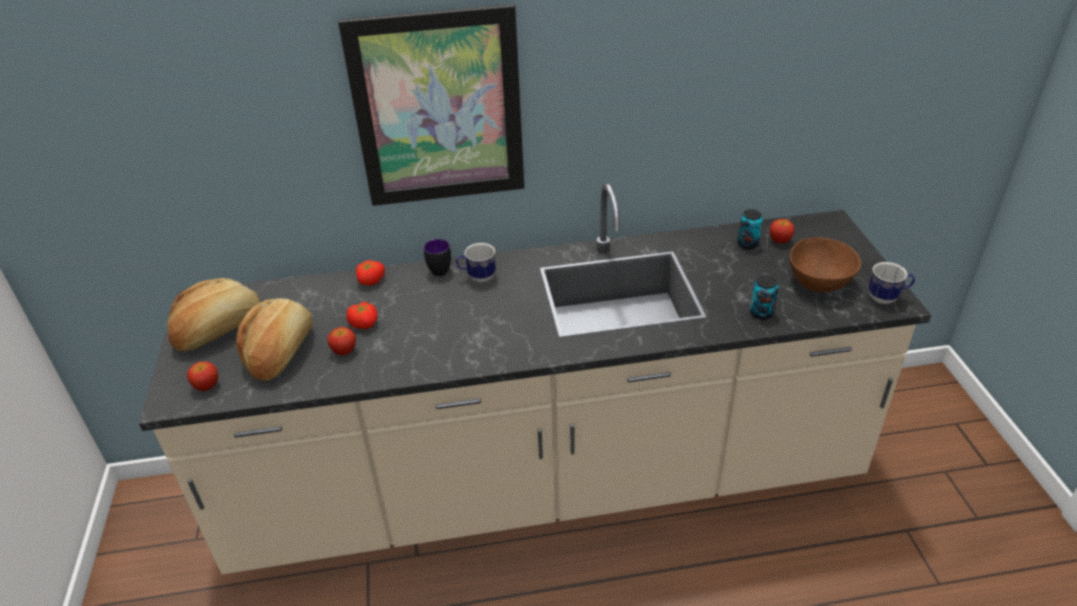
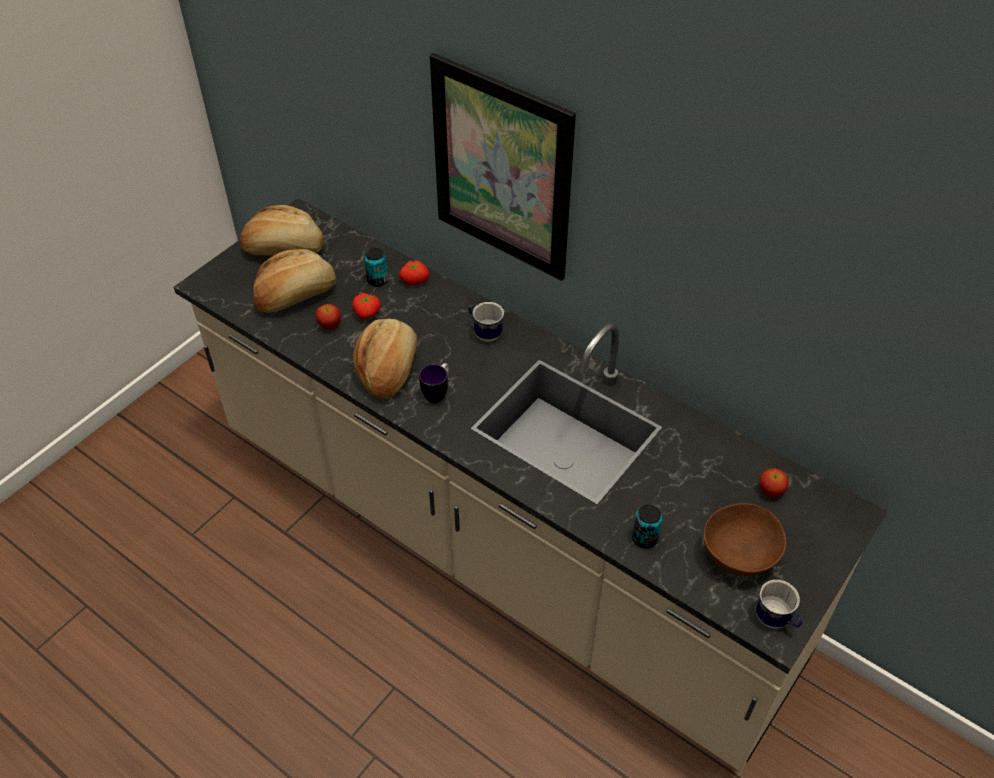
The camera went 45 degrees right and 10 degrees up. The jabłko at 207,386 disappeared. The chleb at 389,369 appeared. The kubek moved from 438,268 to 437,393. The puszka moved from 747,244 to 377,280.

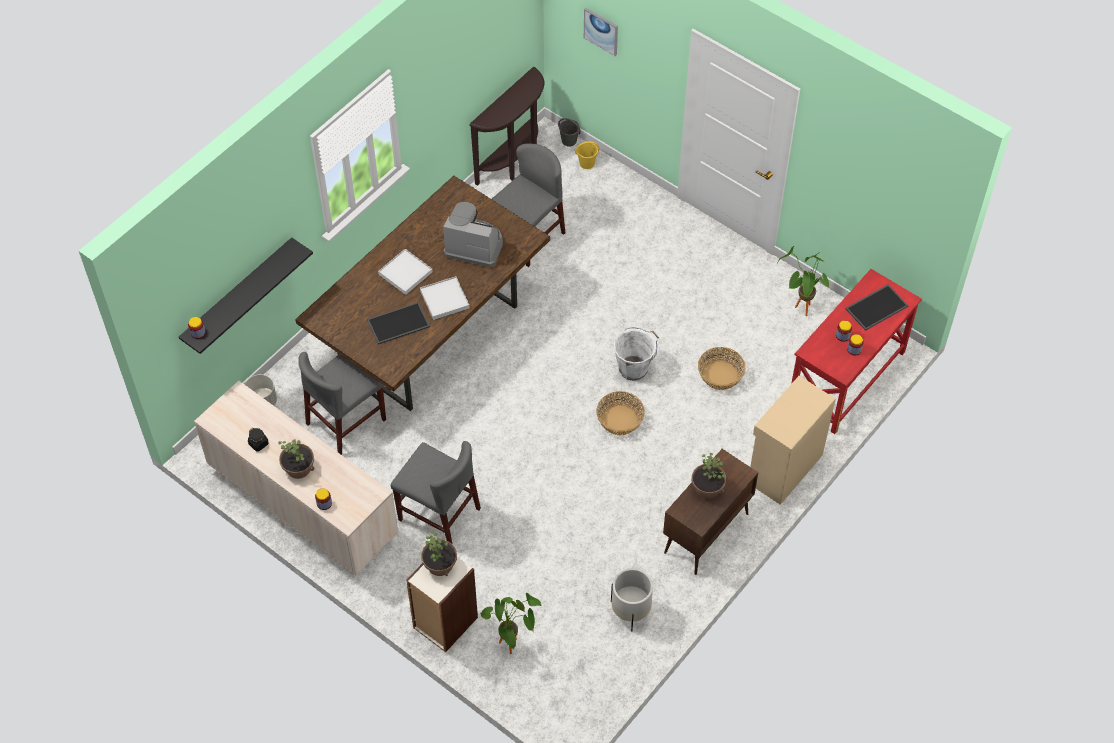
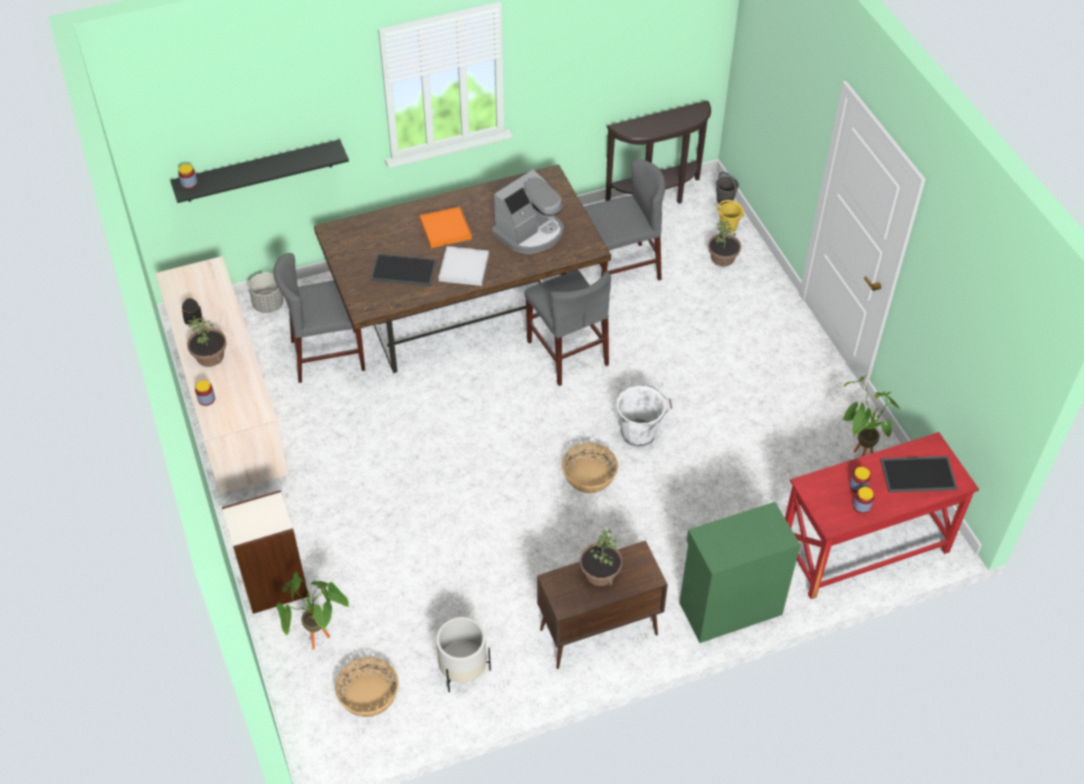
The camera went 30 degrees right and 5 degrees down. The obraz at 601,31 disappeared. The krzesło/szary moved from 439,514 to 567,353. The roślina doniczkowa moved from 440,564 to 723,258. The koszyk moved from 720,376 to 368,696. The taca/biały at 405,273 became the taca/pomarańczowy at 445,229. The szafka/beżowy at 783,468 became the szafka/zielony at 729,607. The ekspres do kawy at 474,245 turned 90 degrees clockwise.

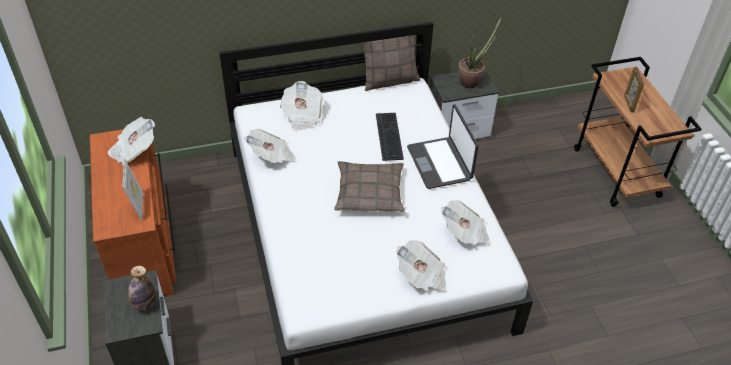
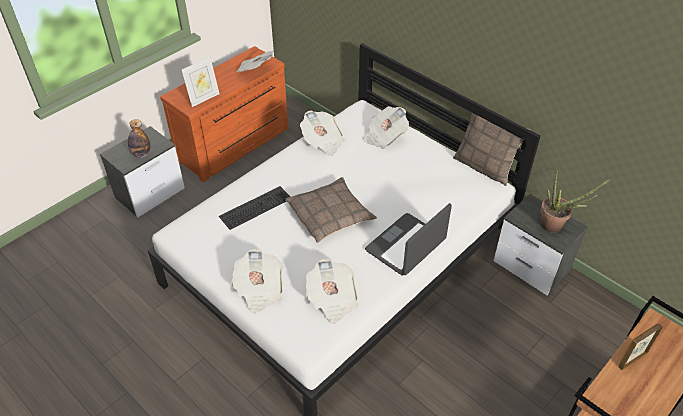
The camera went 60 degrees right and 0 degrees up. The klawiatura moved from 387,135 to 255,206.

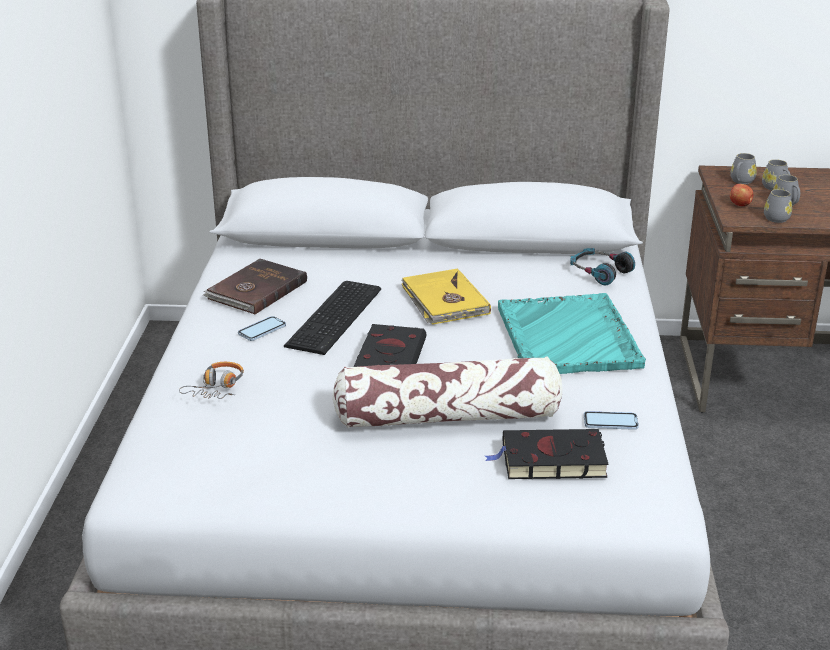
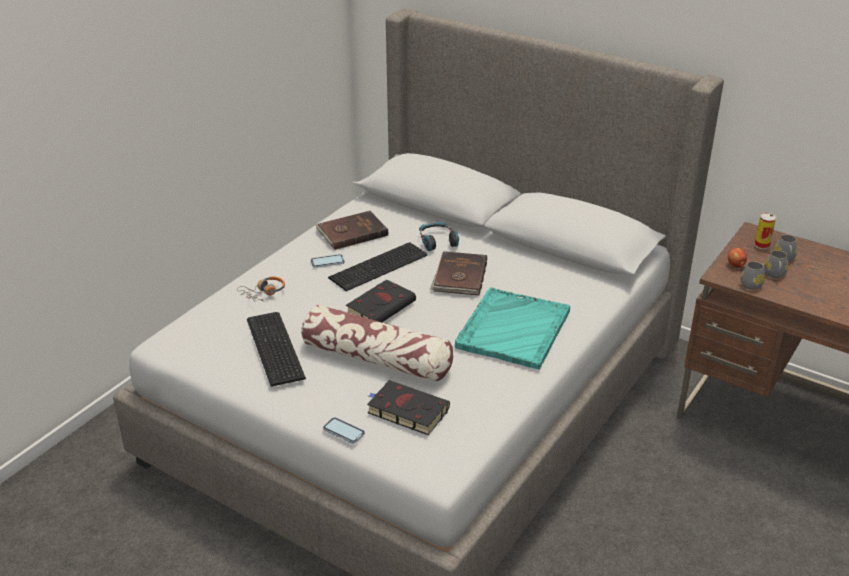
The camera went 30 degrees right and 5 degrees up. The klawiatura at 273,349 appeared. The słuchawki moved from 599,272 to 437,241. The telefon moved from 610,422 to 343,431. The kubek/szary at 740,181 was replaced by the puszka at 761,245. The książka/żółty at 444,301 became the książka/brązowy at 459,276.

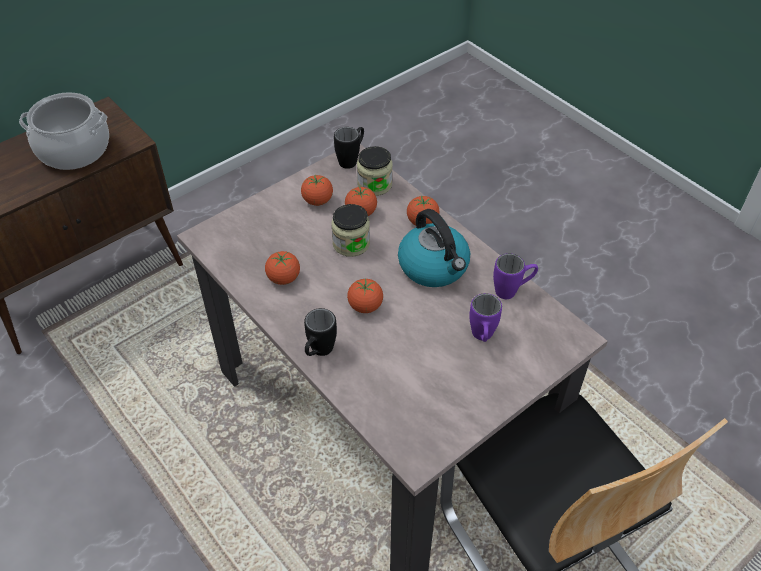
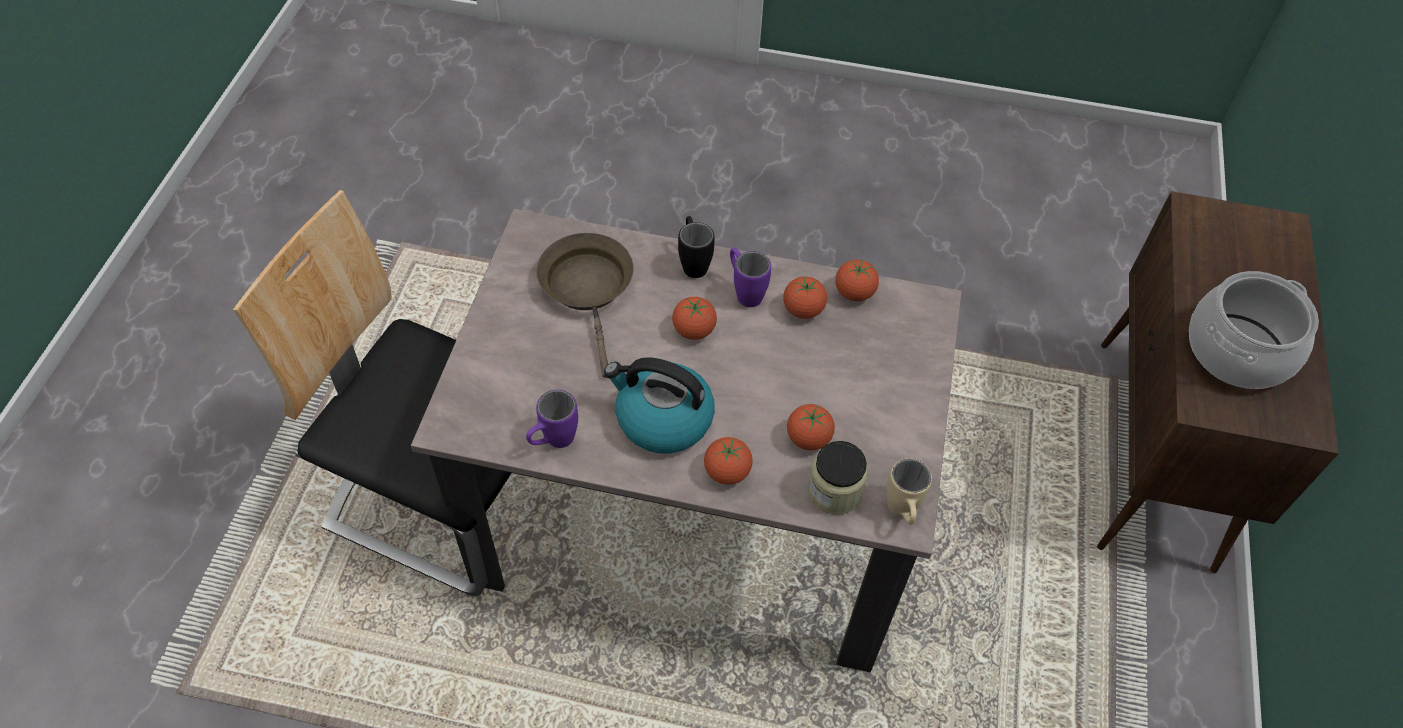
The camera went 140 degrees right and 5 degrees up. The słoik at 351,243 disappeared. The patelnia/brązowy at 588,290 appeared. The pomidor moved from 317,201 to 854,293. The kubek/fioletowy moved from 482,338 to 744,292. The kubek/czarny at 351,159 became the kubek/beżowy at 902,513.

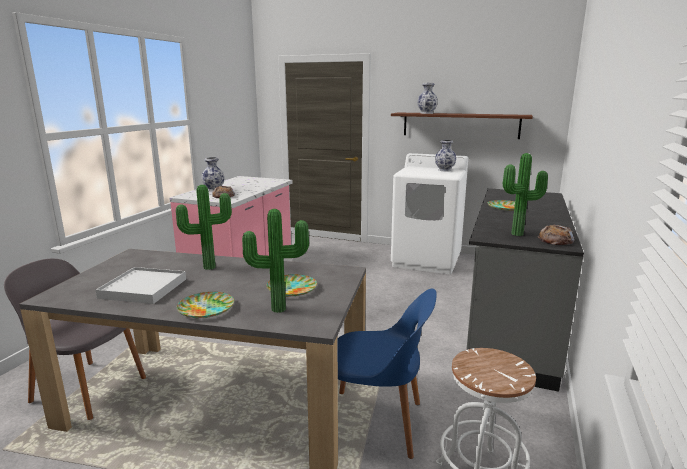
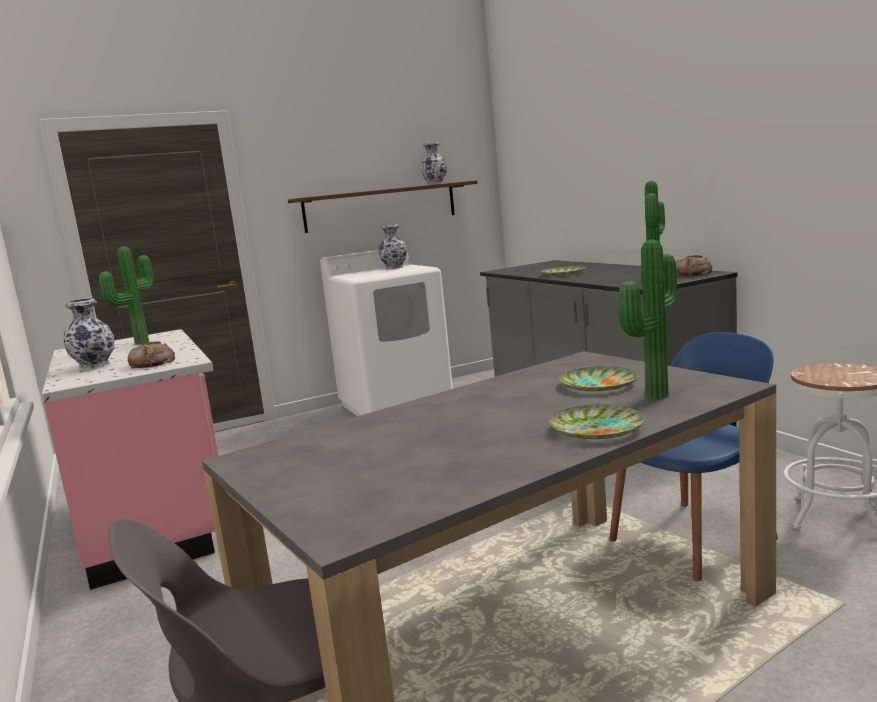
The camera went 45 degrees left and 5 degrees down. The taca/biały at 143,288 disappeared. The roślina doniczkowa moved from 209,266 to 140,343. The wazon moved from 426,113 to 434,184.

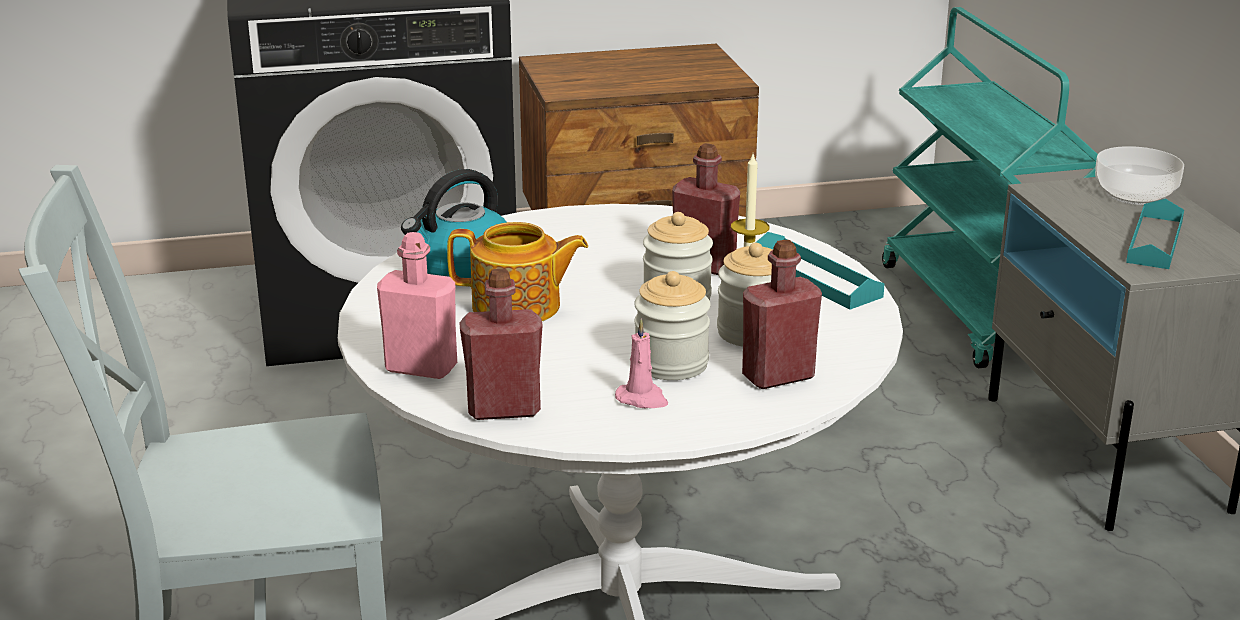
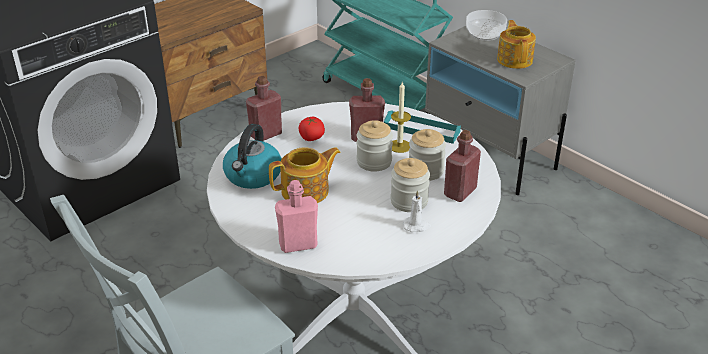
The camera went 30 degrees left and 10 degrees up. The pomidor at 311,138 appeared. The butelka/czerwony moved from 504,409 to 266,134. The taca/turkusowy at 1155,241 was replaced by the imbryk at 515,59. The świeca/różowy at 642,399 became the świeca/biały at 416,226.

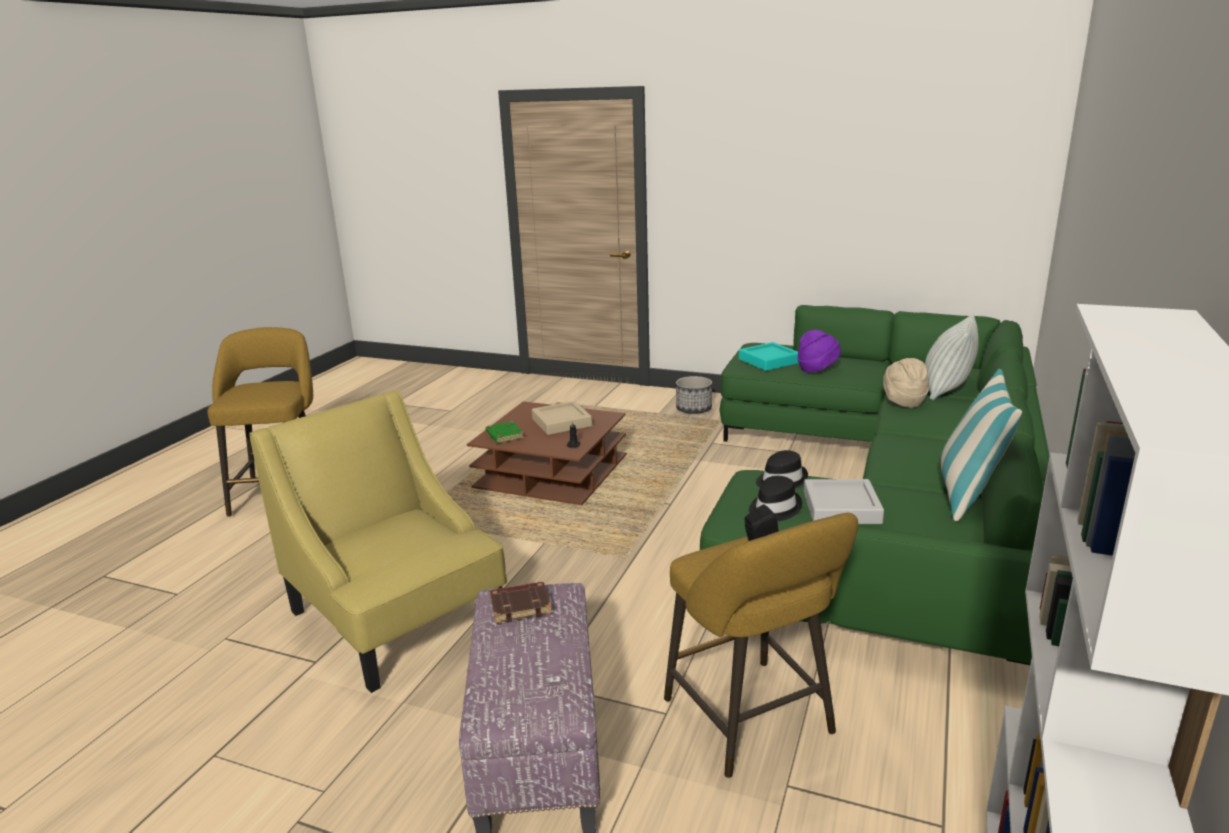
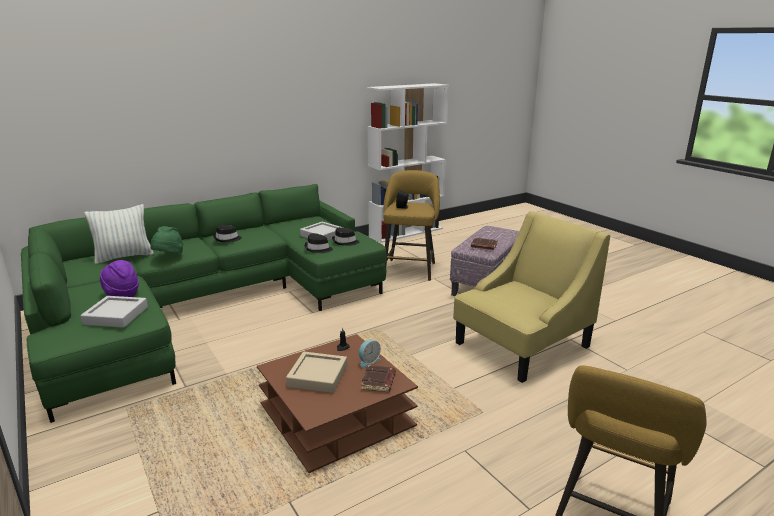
The camera went 145 degrees left and 0 degrees up. The donica at 693,409 disappeared. The poduszka at 968,494 disappeared. The kapelusz/czarny at 227,239 appeared. The budzik at 368,361 appeared. The książka/zielony at 504,435 became the książka/brązowy at 379,382. The taca/turkusowy at 769,361 became the taca/szary at 116,315. The kapelusz/beżowy at 903,401 became the kapelusz/zielony at 168,256. The fotel/żółty at 397,617 turned 120 degrees counterclockwise.

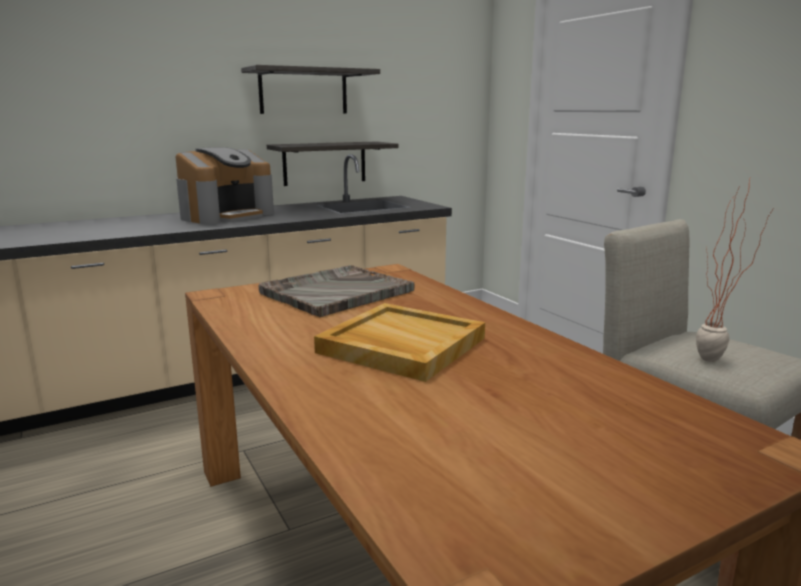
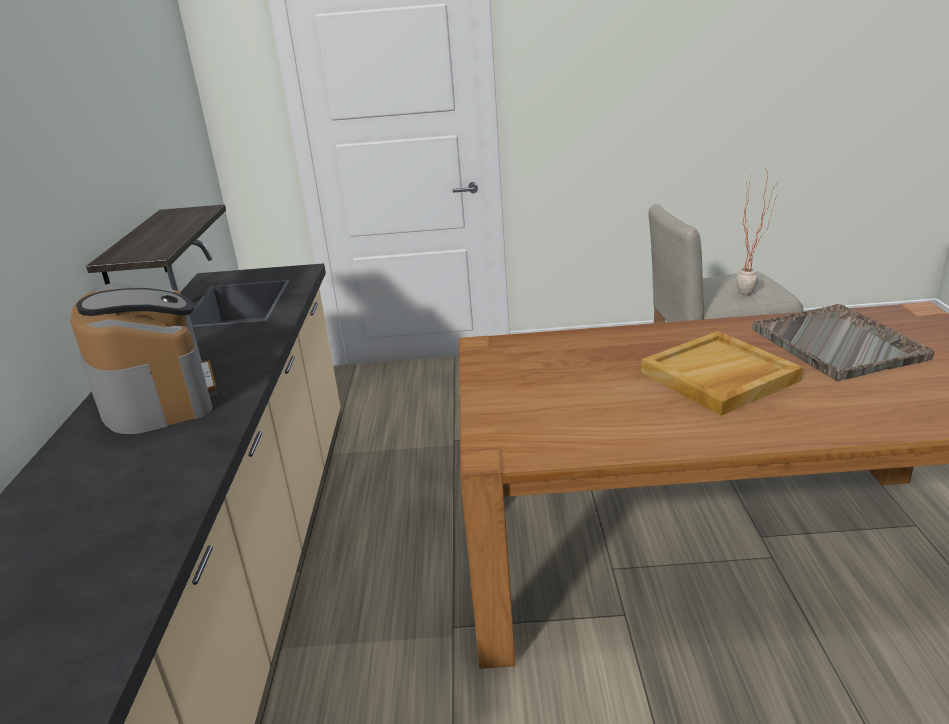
The camera went 60 degrees left and 10 degrees up. The półka at 303,91 disappeared. The taca/szary moved from 335,292 to 838,344.

